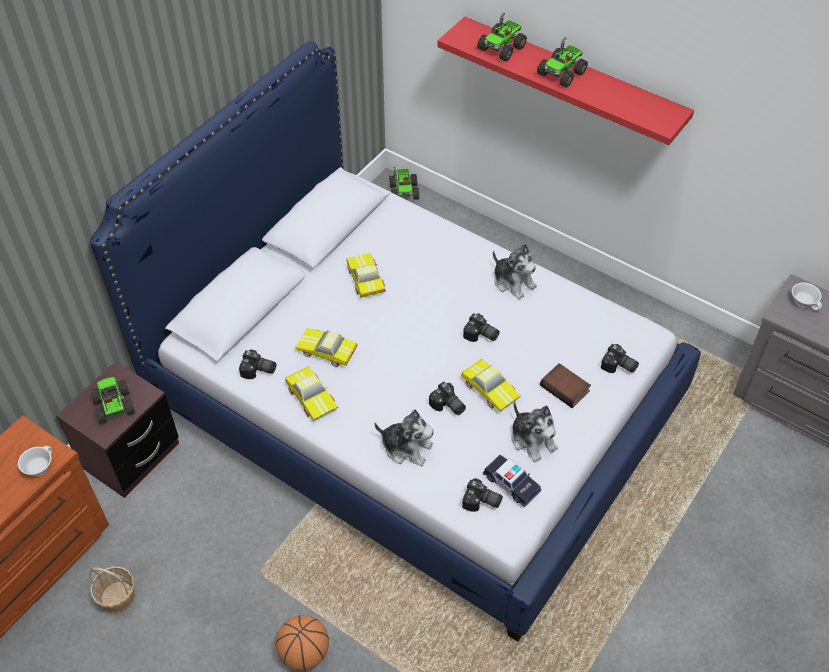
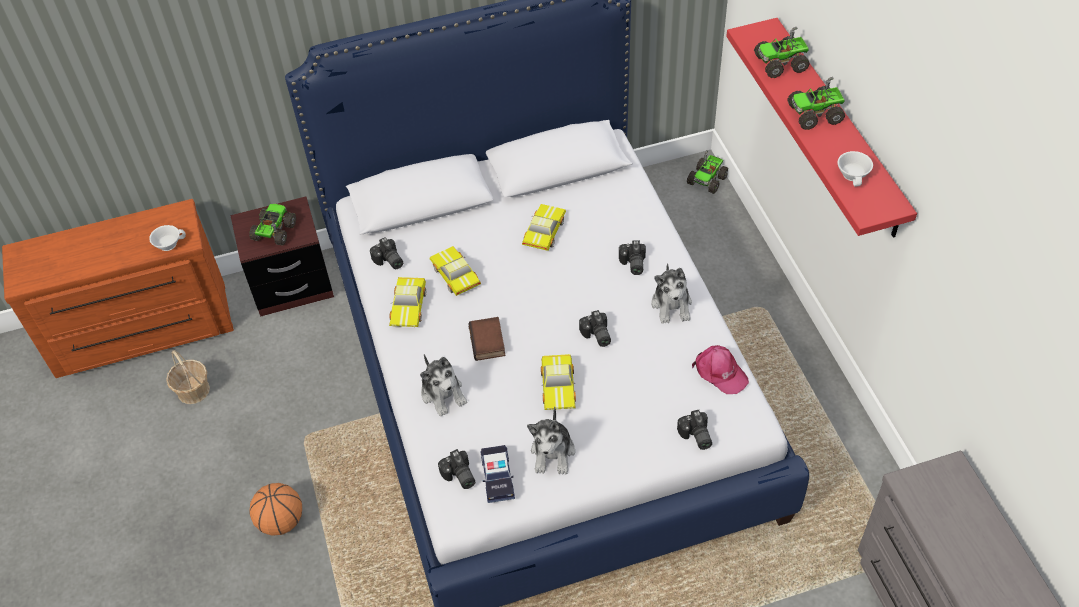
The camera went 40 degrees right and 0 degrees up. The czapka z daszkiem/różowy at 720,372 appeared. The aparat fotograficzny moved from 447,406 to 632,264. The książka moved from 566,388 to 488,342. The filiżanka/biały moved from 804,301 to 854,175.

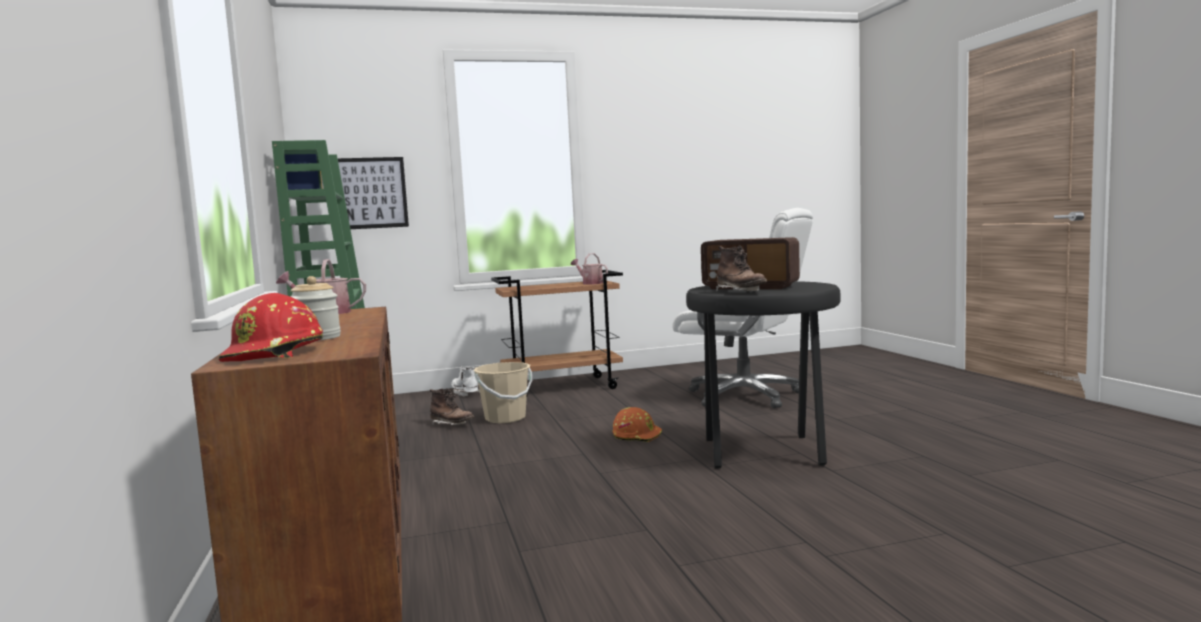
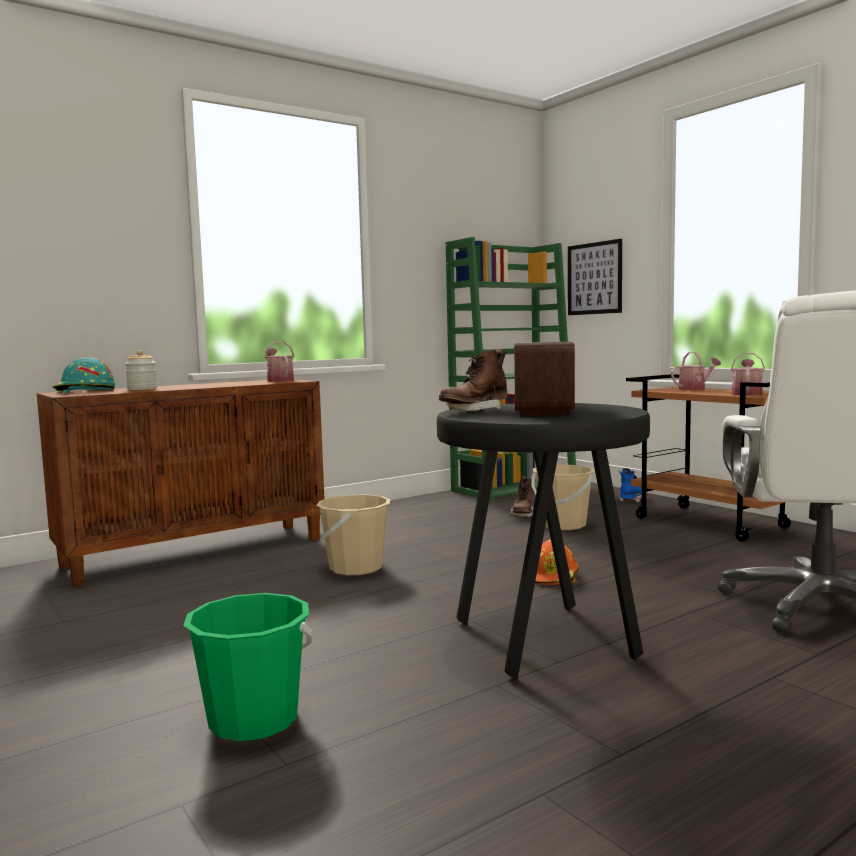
The camera went 70 degrees right and 0 degrees up. The wiadro/zielony at 254,720 appeared. The wiadro/beżowy at 356,568 appeared. The konewka at 694,389 appeared. The kask/czerwony at 276,353 became the kask/turkusowy at 84,391. The but z cholewką/biały at 465,393 became the but z cholewką/niebieski at 632,499.

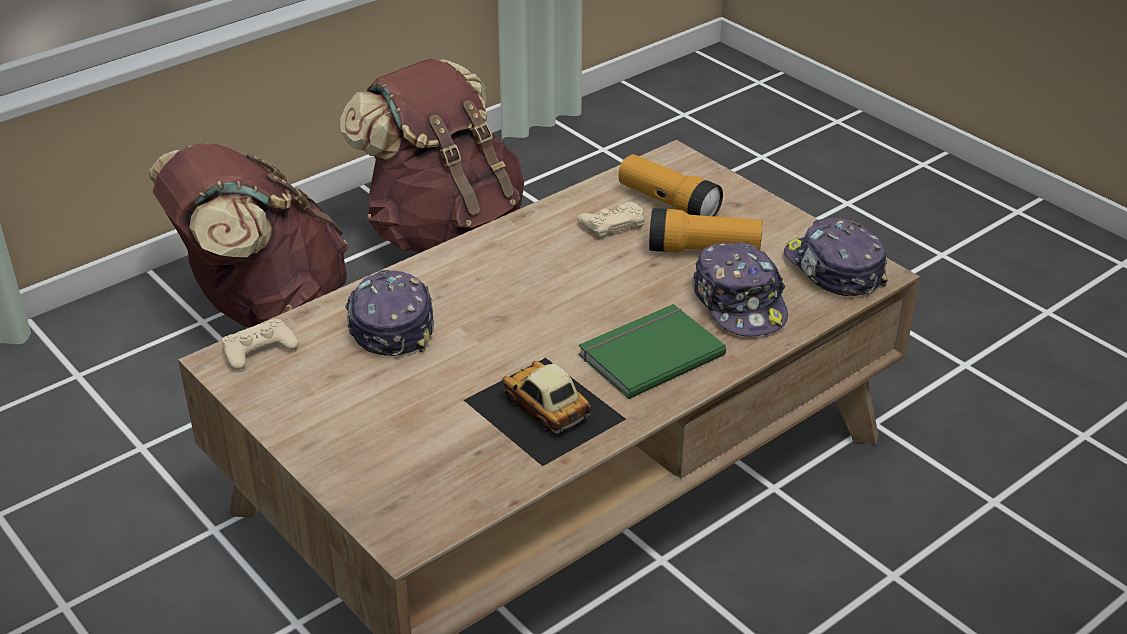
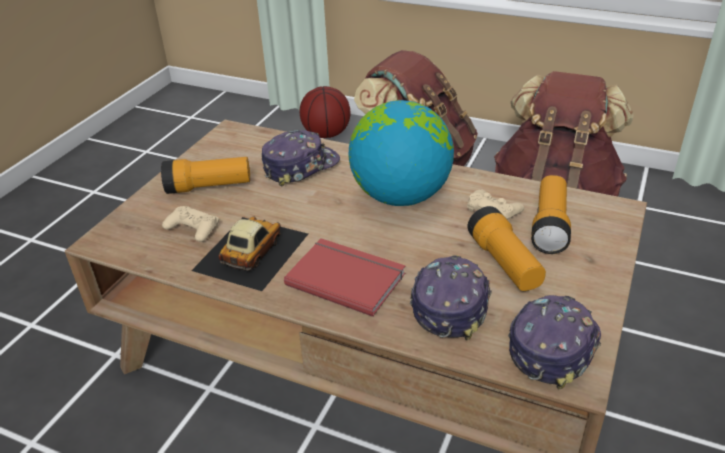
The camera went 65 degrees right and 0 degrees up. The latarka at 209,187 appeared. The piłka do koszykówki at 327,134 appeared. The globus at 400,196 appeared. The pad do gier/beżowy moved from 259,350 to 192,228. The książka/zielony at 648,353 became the książka/czerwony at 346,277. The czapka z daszkiem at 739,303 turned 150 degrees clockwise.

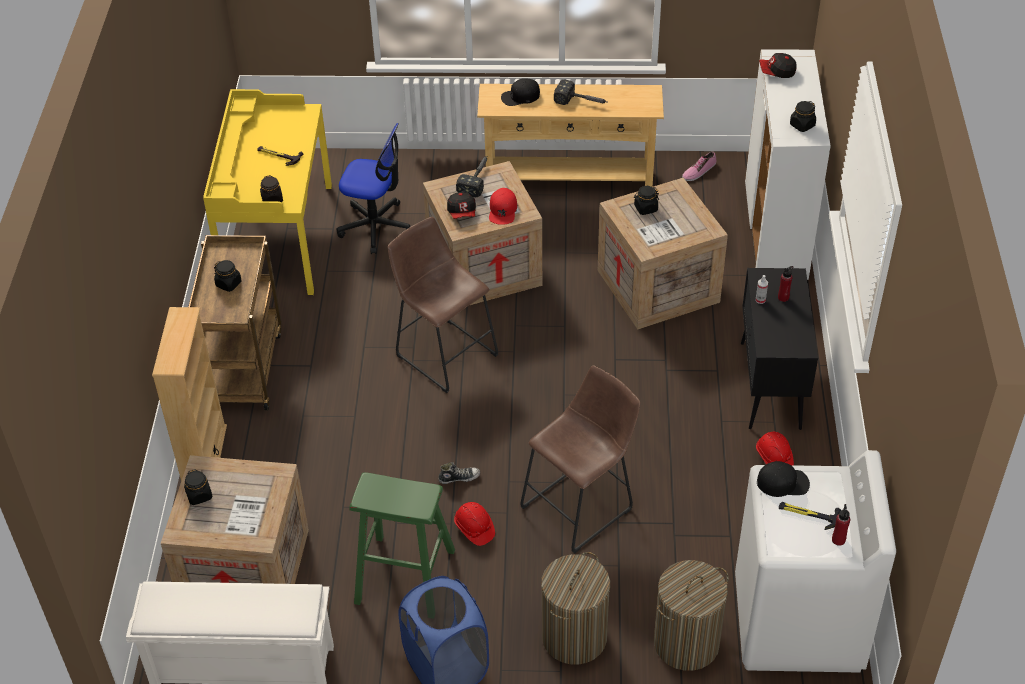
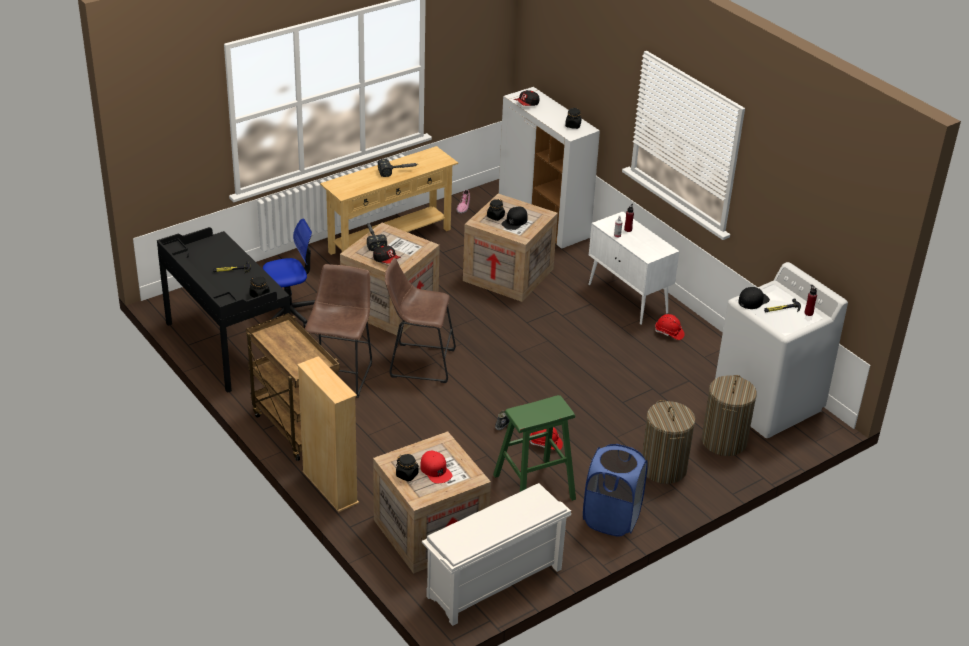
The camera went 40 degrees left and 10 degrees down. The słoik/czarny at 229,284 disappeared. The czapka z daszkiem/czerwony moved from 503,210 to 436,470. The czapka z daszkiem/czarny moved from 520,96 to 514,221. The stołek/brązowy moved from 581,505 to 340,373. The biurko/żółty at 277,237 became the biurko/czarny at 227,345. The szafka/czarny at 770,386 became the szafka/biały at 628,299.

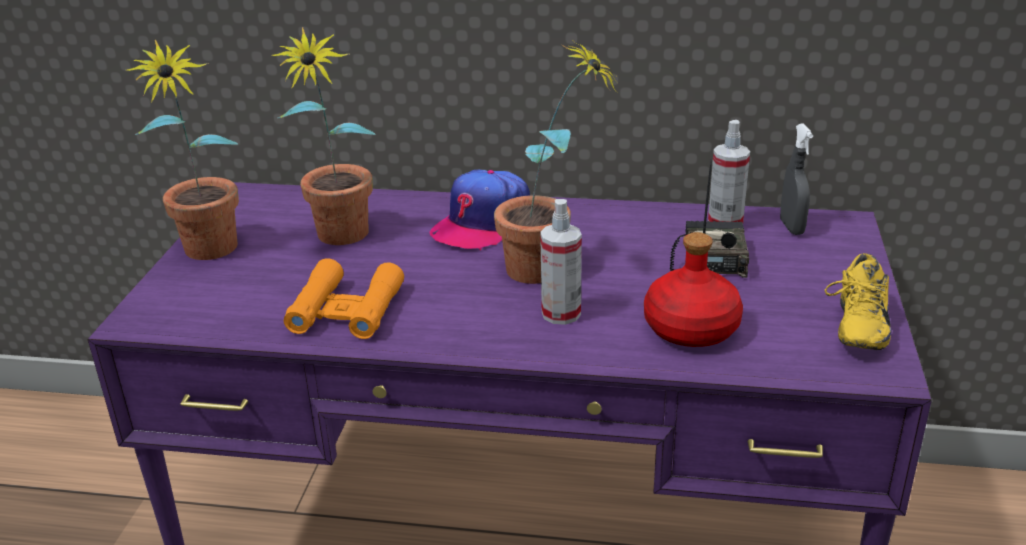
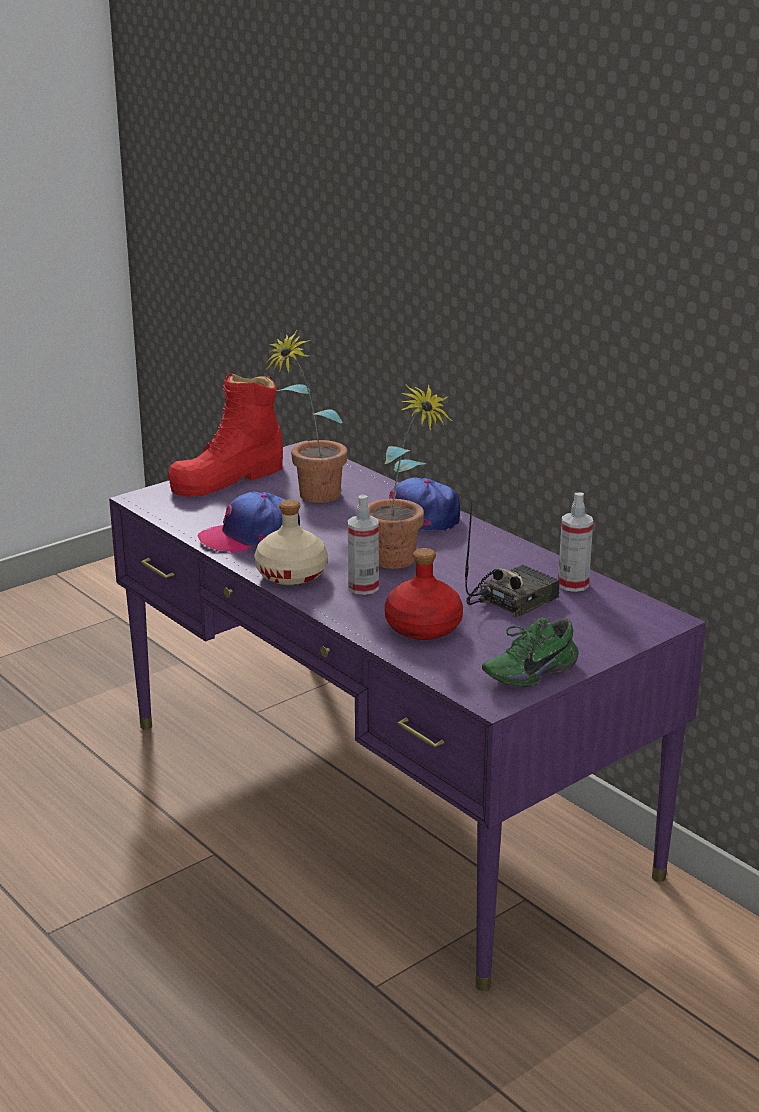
The camera went 40 degrees right and 5 degrees down. The spryskiwacz/szary at 791,227 disappeared. The butelka/beżowy at 292,574 appeared. The roślina doniczkowa at 209,255 was replaced by the but z cholewką/czerwony at 228,479. The lornetka/pomarańczowy at 346,310 was replaced by the czapka z daszkiem at 251,536. The but/żółty at 855,327 became the but/zielony at 528,672.

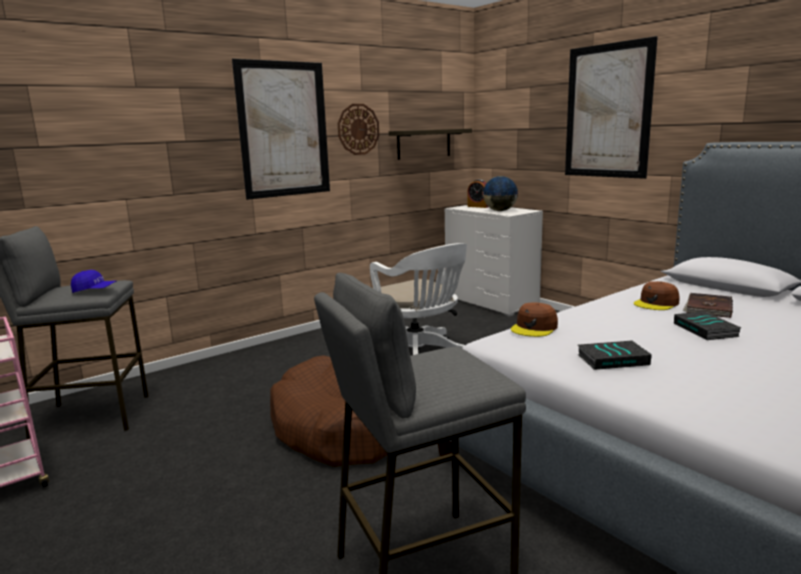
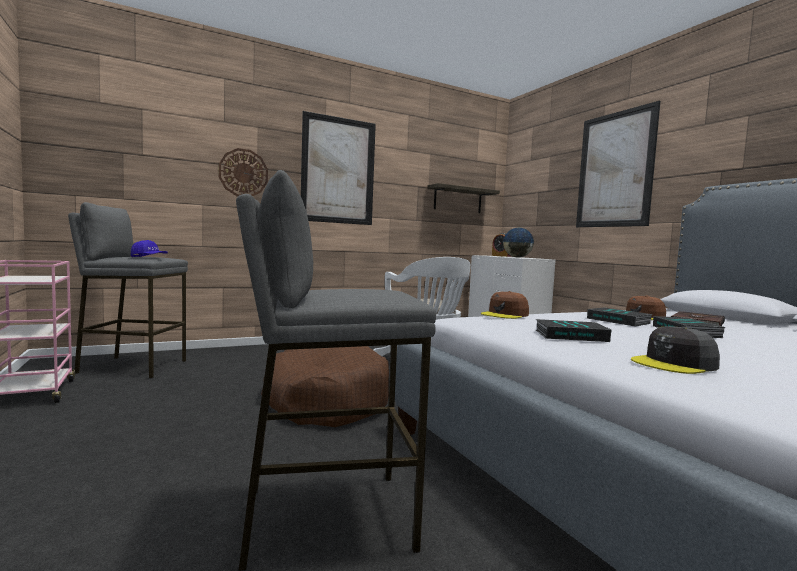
The camera went 10 degrees right and 10 degrees down. The książka at 619,321 appeared. The czapka z daszkiem/szary at 674,364 appeared. The zegar ścienny moved from 358,129 to 243,173.

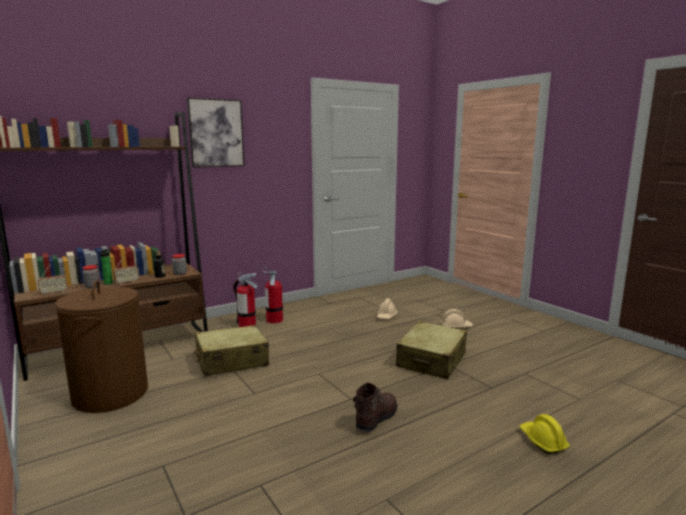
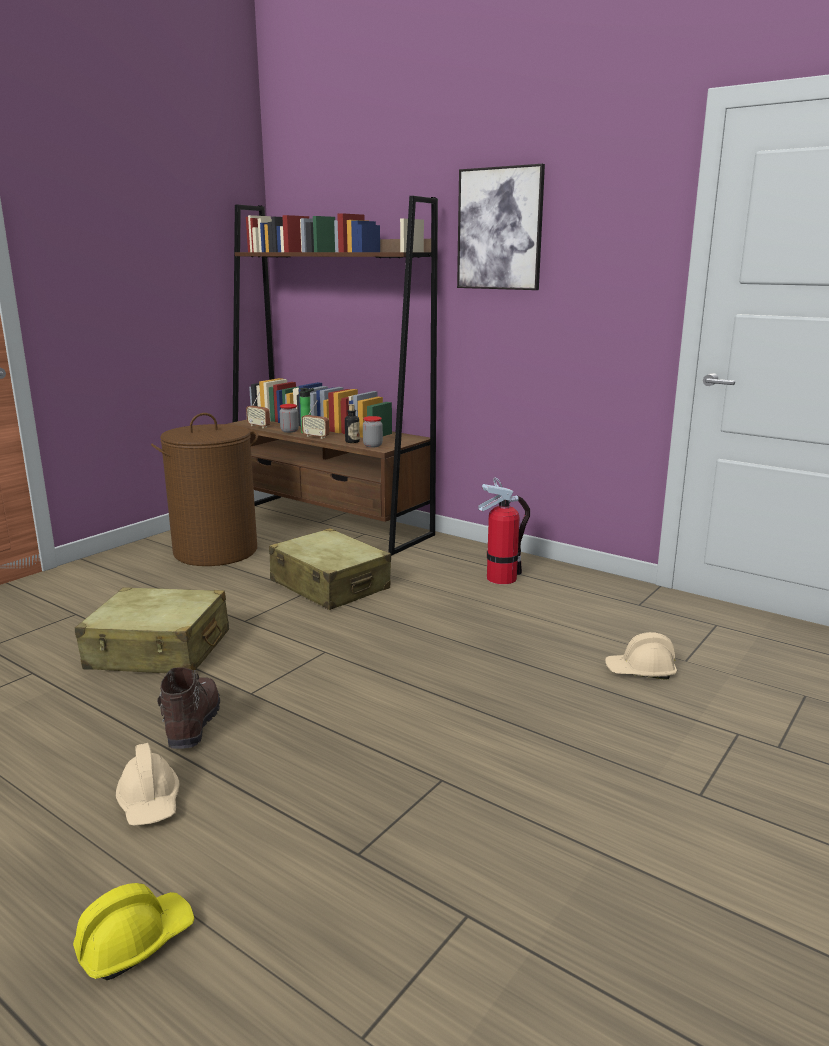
The camera went 70 degrees right and 5 degrees up. The gaśnica at 247,325 disappeared. The walizka/beżowy moved from 431,360 to 159,651. The kask/beżowy moved from 456,326 to 150,802. The but z cholewką/brązowy at 375,419 turned 105 degrees counterclockwise.

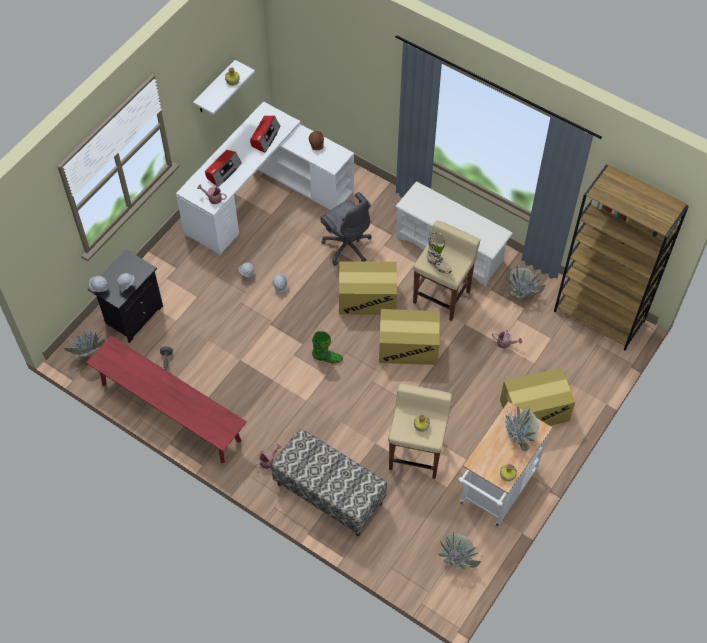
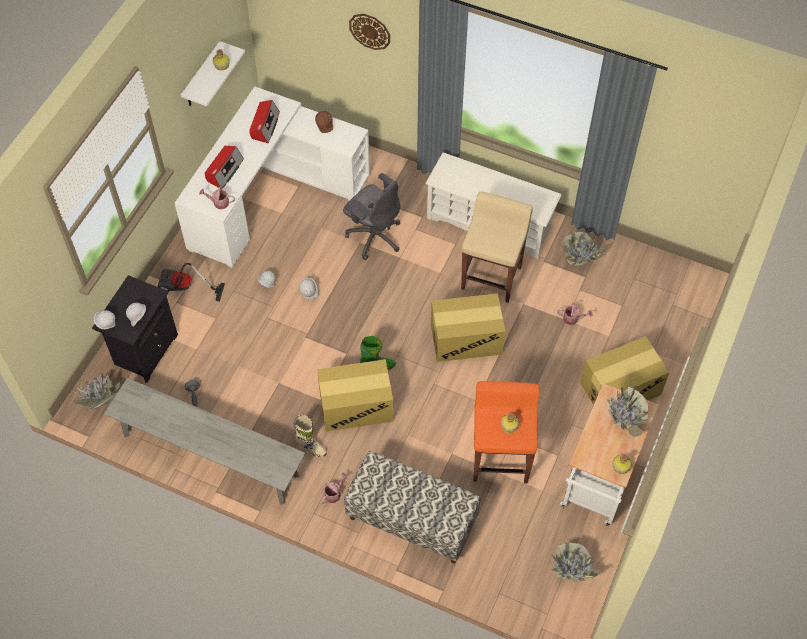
The camera went 10 degrees left and 0 degrees up. The regał/brązowy at 599,316 disappeared. The odkurzacz at 184,289 appeared. The zegar ścienny at 370,31 appeared. The karton moved from 367,298 to 356,406. The but z cholewką/beżowy moved from 438,265 to 311,447. The ławka/czerwony at 170,412 became the ławka/szary at 210,455. The stołek/beżowy at 416,454 became the stołek/pomarańczowy at 500,458.

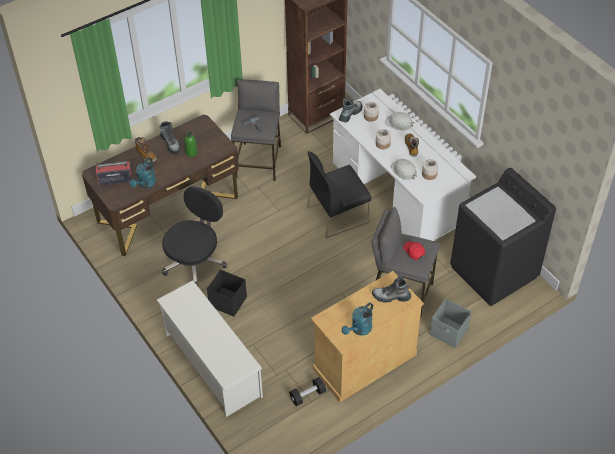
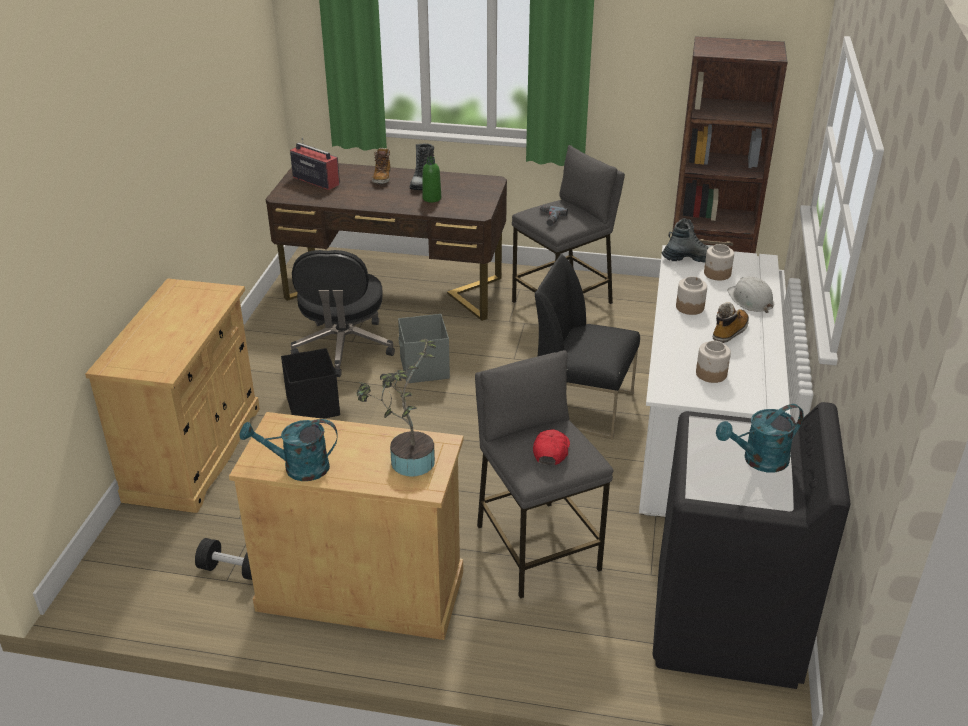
The camera went 45 degrees right and 15 degrees down. The kask/biały at 403,171 disappeared. The konewka/turkusowy moved from 145,184 to 758,461. The pojemnik do przechowywania/szary moved from 449,332 to 424,369. The regał na buty/biały at 212,364 was replaced by the szafka/beżowy at 194,453. The but z cholewką at 391,297 was replaced by the roślina doniczkowa at 407,462. The krzesło biurowe/czarny at 195,262 turned 105 degrees clockwise.

